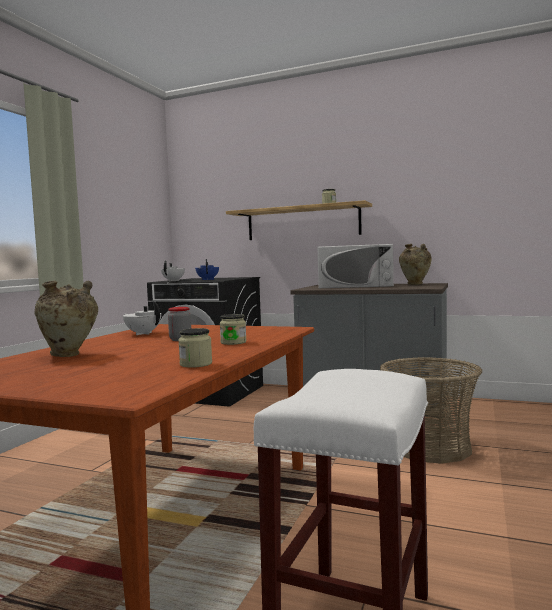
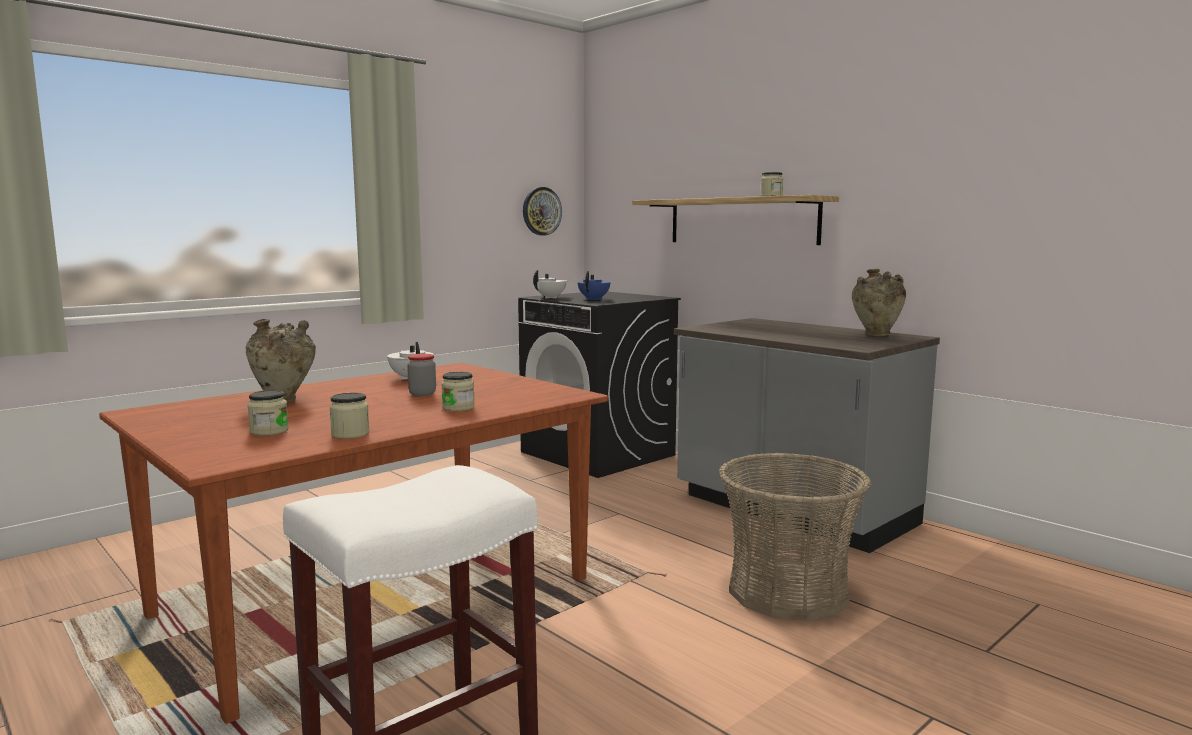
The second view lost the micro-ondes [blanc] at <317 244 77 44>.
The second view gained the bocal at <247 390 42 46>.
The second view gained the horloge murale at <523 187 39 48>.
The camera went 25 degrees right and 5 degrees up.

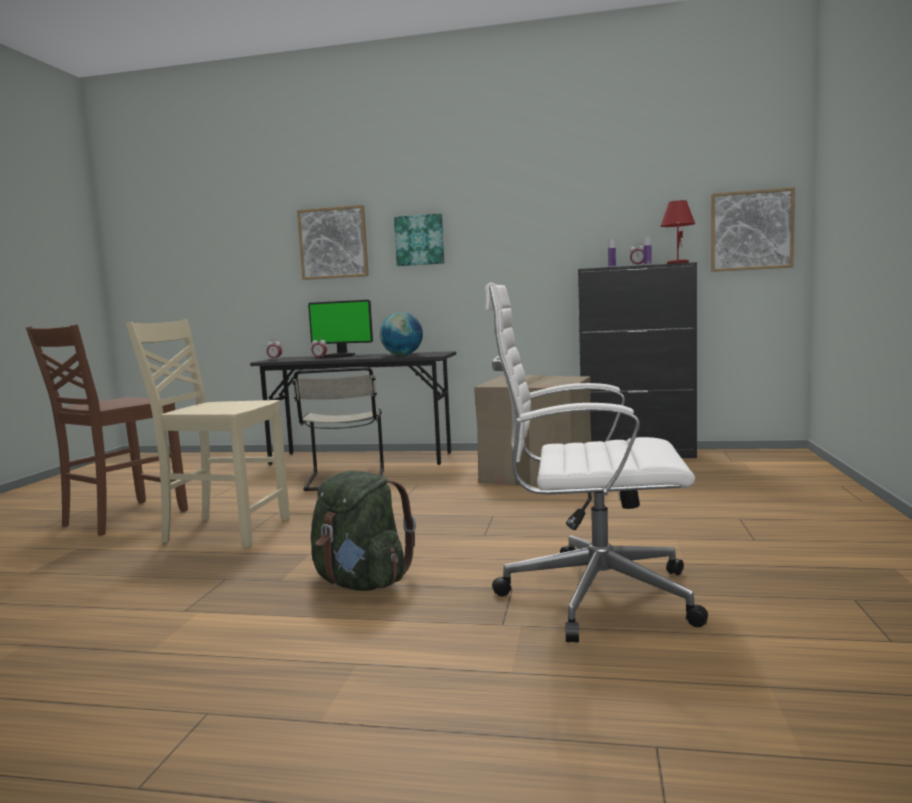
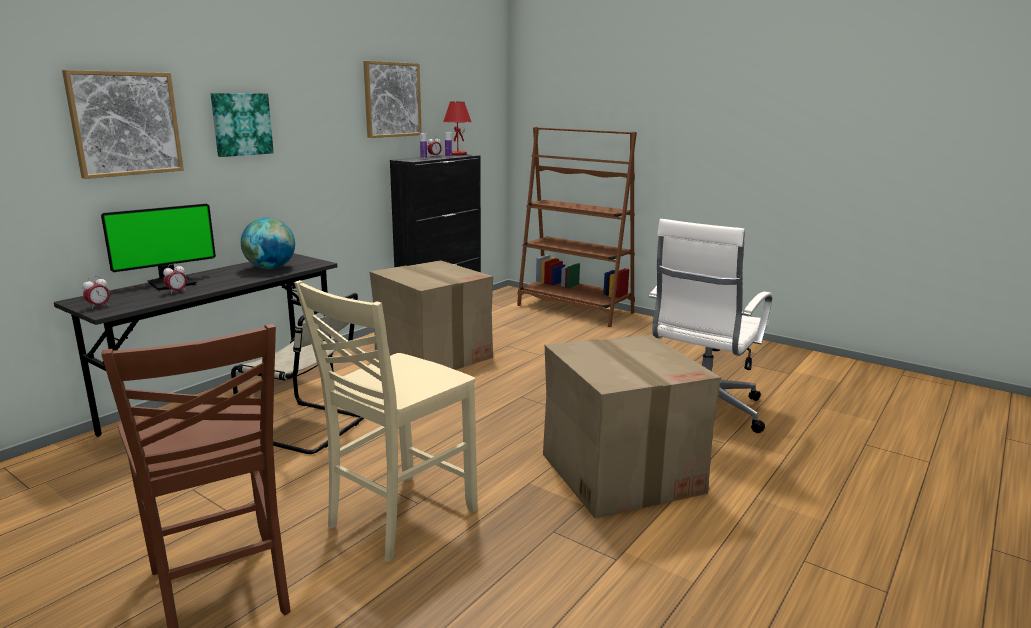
Where the sac à dos [vert] stood at <311 471 105 120>, the carton came to stand at <543 335 178 183>.
The tableau ended up elsewhere, having gone from <711 187 84 85> to <363 61 59 77>.
The second view gained the bibliothèque [marron] at <517 127 120 200>.
The camera went 65 degrees left and 10 degrees up.

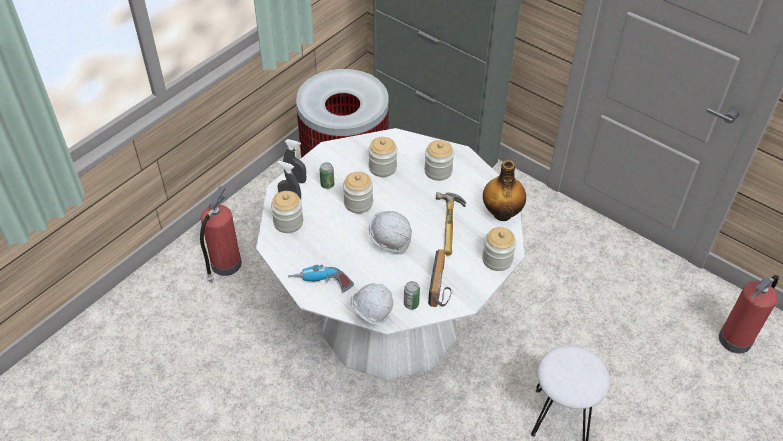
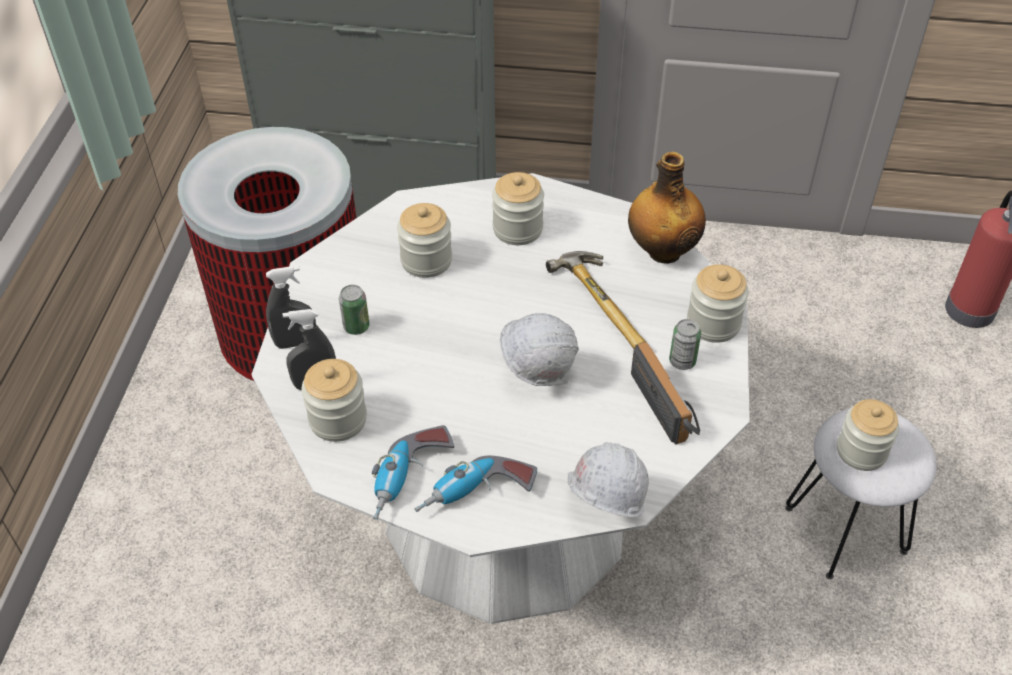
The second view lost the extincteur at <200 186 42 97>.
The bocal ended up elsewhere, having gone from <343 172 30 41> to <837 399 62 72>.
The boîte métallique ended up elsewhere, having gone from <404 281 16 29> to <669 319 32 51>.
The second view gained the perceuse at <372 425 82 95>.
The camera went 30 degrees left and 0 degrees up.

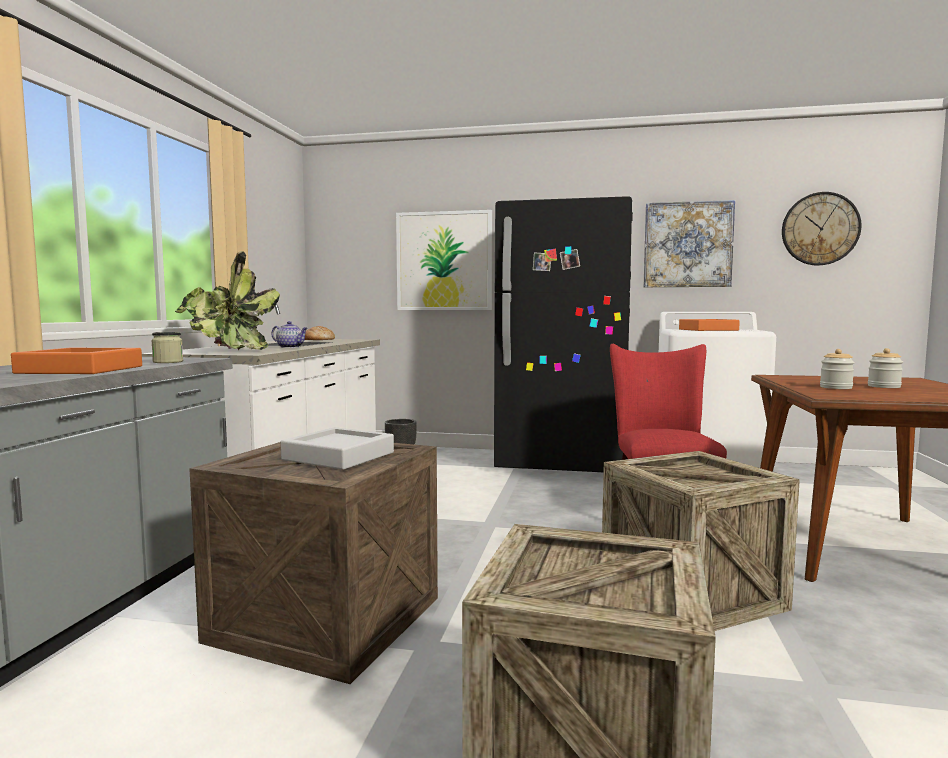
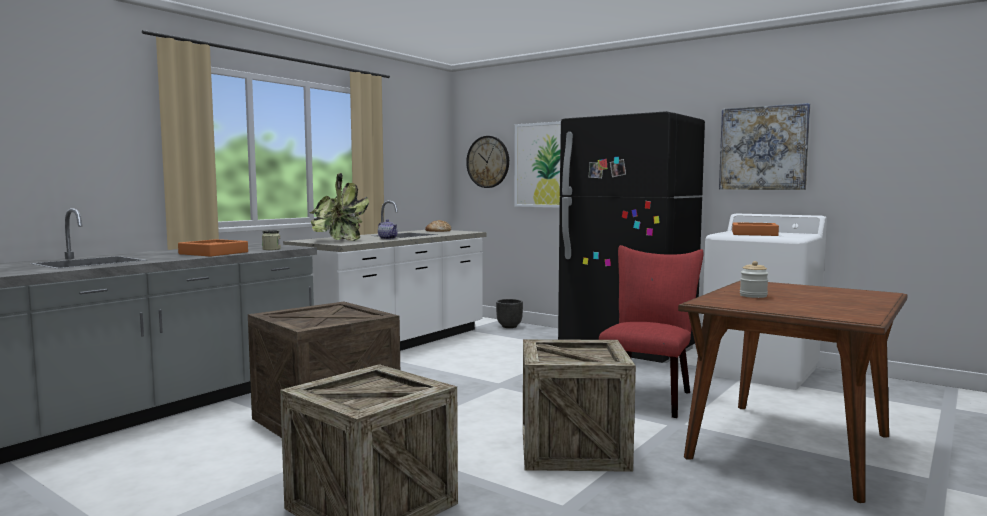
The second view lost the plateau [gris] at <280 427 114 43>.
The horloge murale ended up elsewhere, having gone from <782 192 80 74> to <466 136 43 52>.
The second view lost the bocal at <868 348 35 40>.
The camera went 25 degrees right and 0 degrees up.

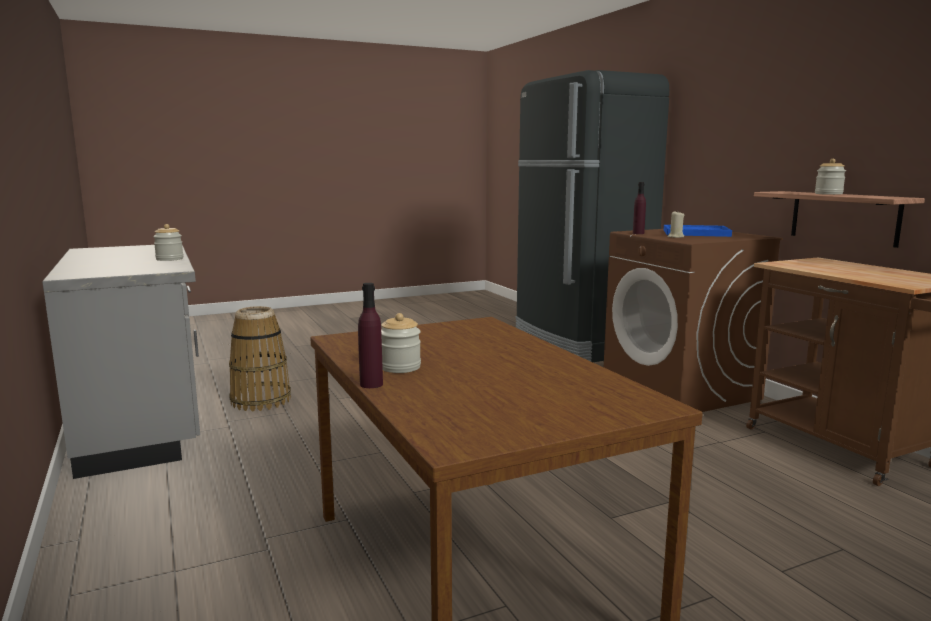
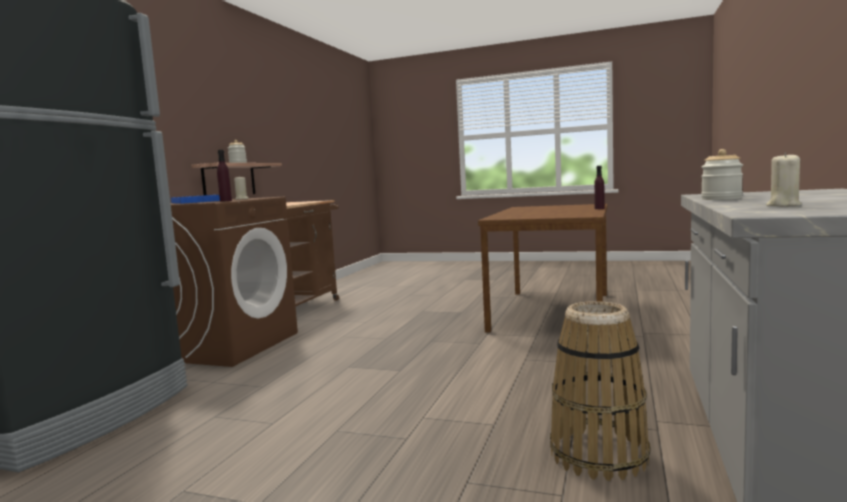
The second view lost the bocal at <381 313 40 60>.
The second view gained the bougie [beige] at <766 152 36 55>.
The camera went 135 degrees left and 5 degrees down.

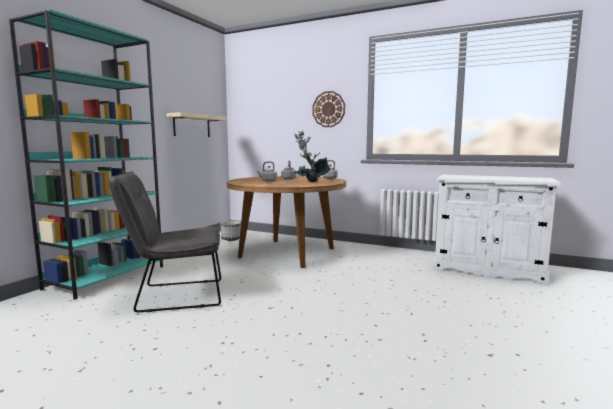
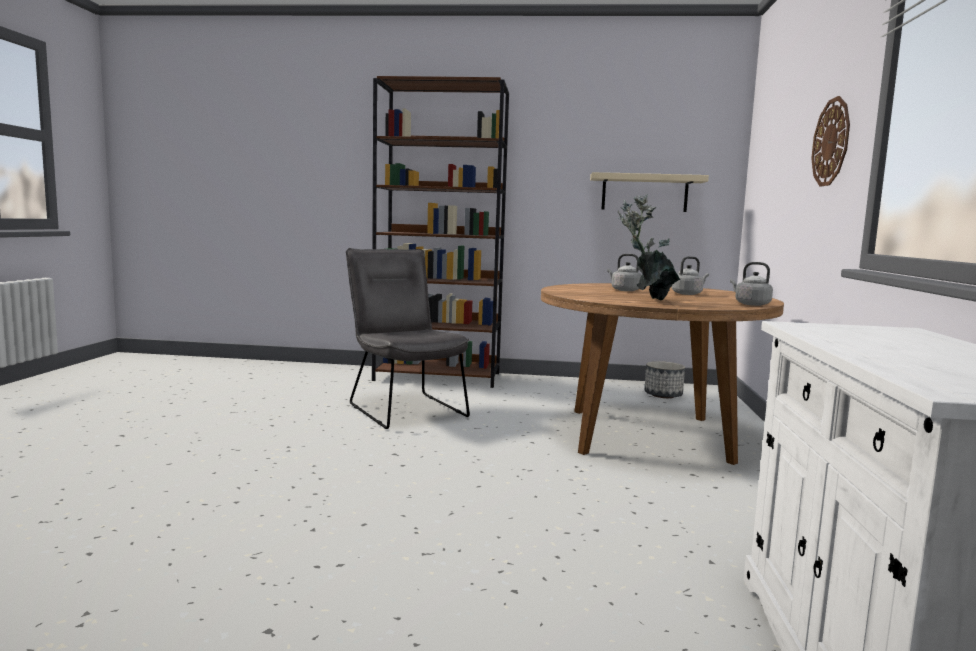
What was the bibliothèque [turquoise] at <9 9 154 291> turned into the bibliothèque [marron] at <372 76 137 312>.
The camera went 70 degrees right and 0 degrees up.

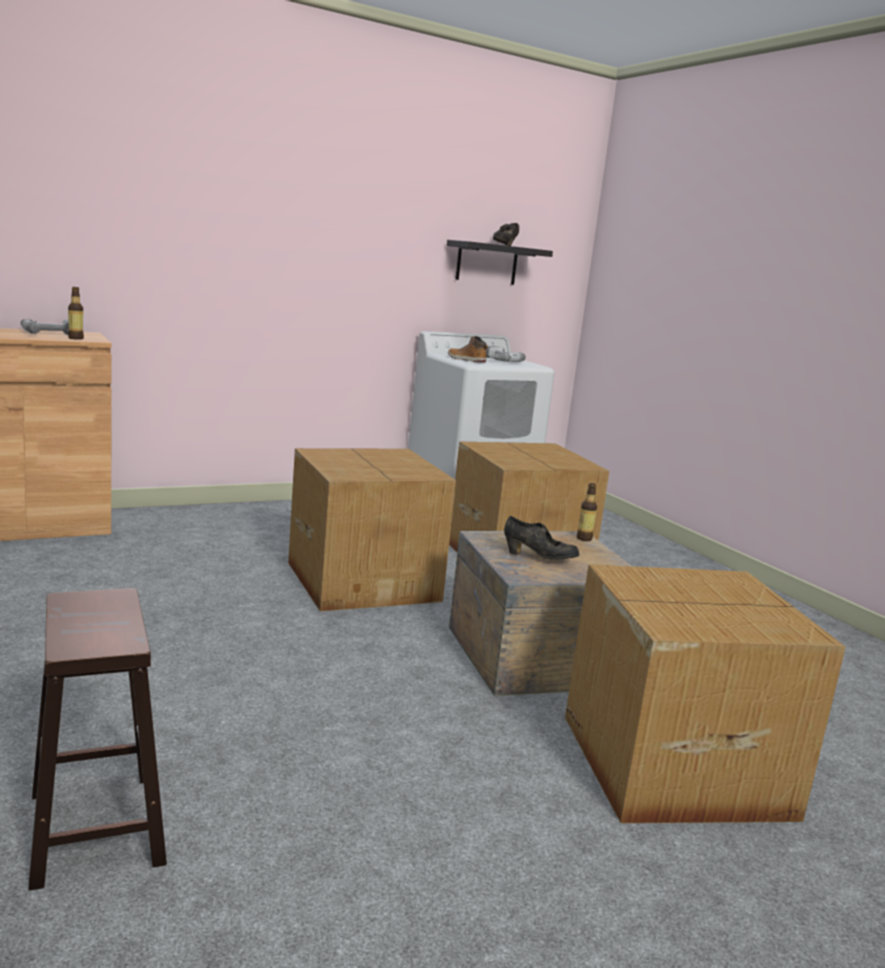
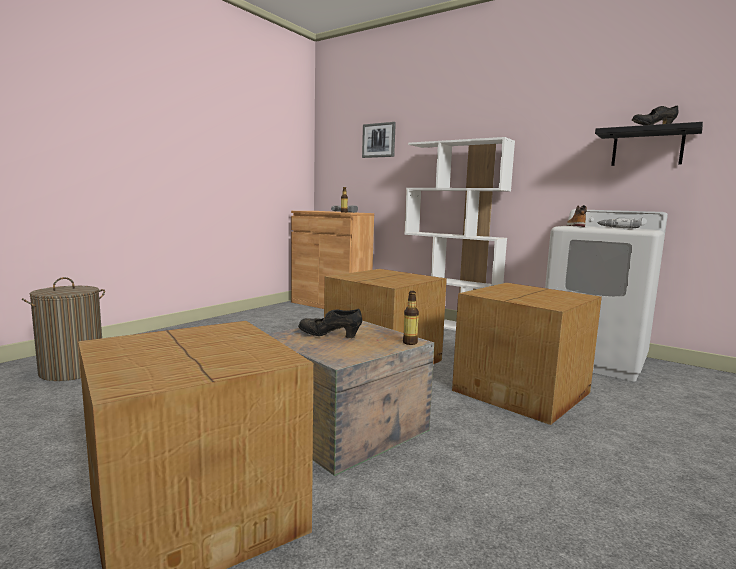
Where the tabouret [marron] stood at <29 588 138 303>, the panier à linge came to stand at <22 277 83 104>.
The chaussure [noir] at <504 516 75 44> ended up facing another way, 105 degrees clockwise from before.
The second view gained the tableau at <362 122 34 36>.
The second view gained the bibliothèque [blanc] at <404 137 111 194>.
The camera went 65 degrees right and 5 degrees down.

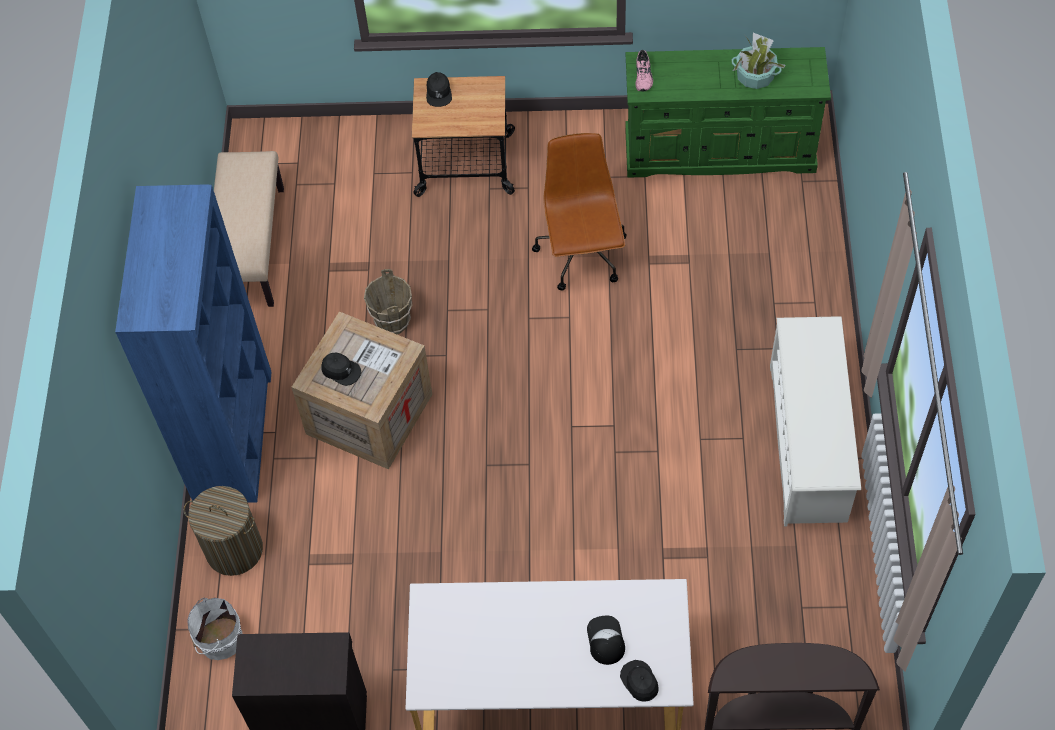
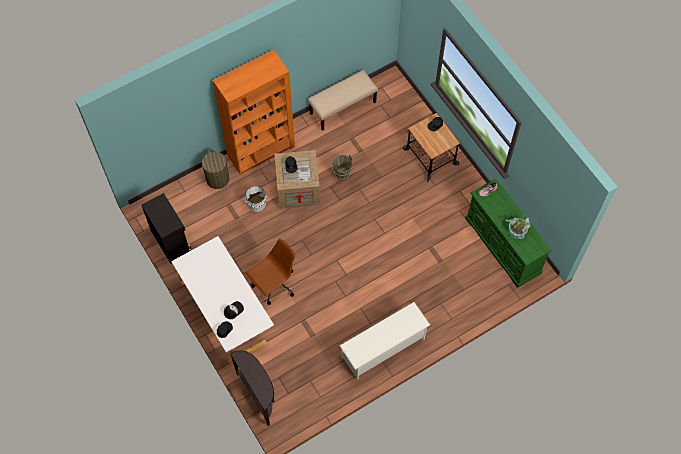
What was the bibliothèque [bleu] at <115 184 156 319> turned into the bibliothèque [orange] at <213 50 82 125>.
The seau [blanc] ended up elsewhere, having gone from <187 598 56 62> to <244 186 22 26>.
The chaise de bureau [marron] ended up elsewhere, having gone from <532 133 95 158> to <245 238 50 67>.
The camera went 55 degrees right and 5 degrees up.

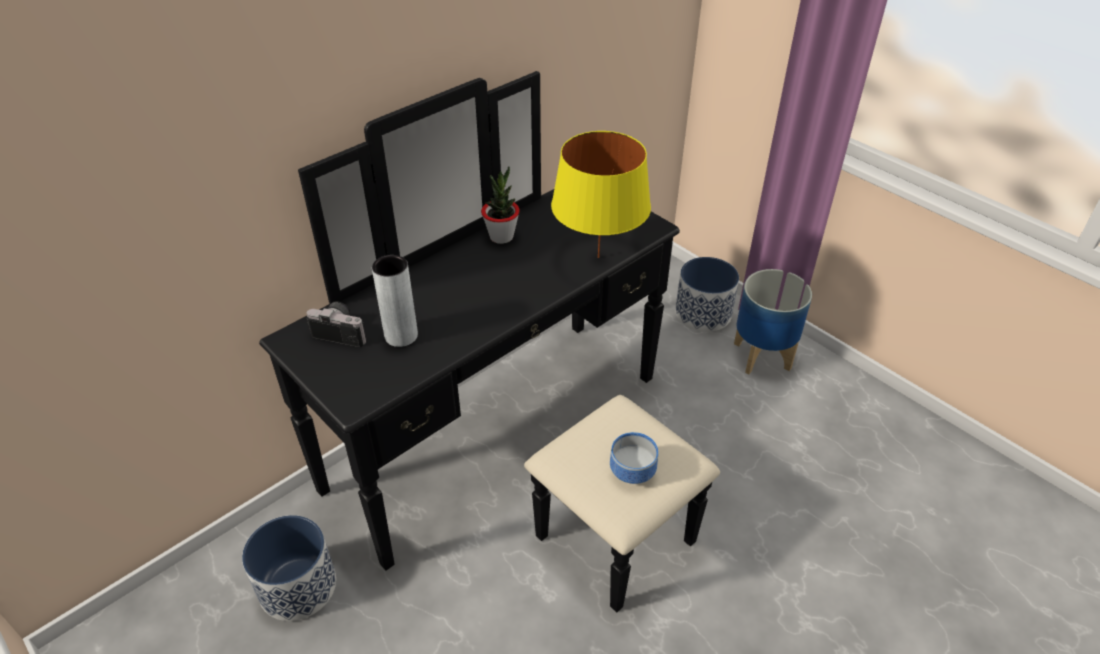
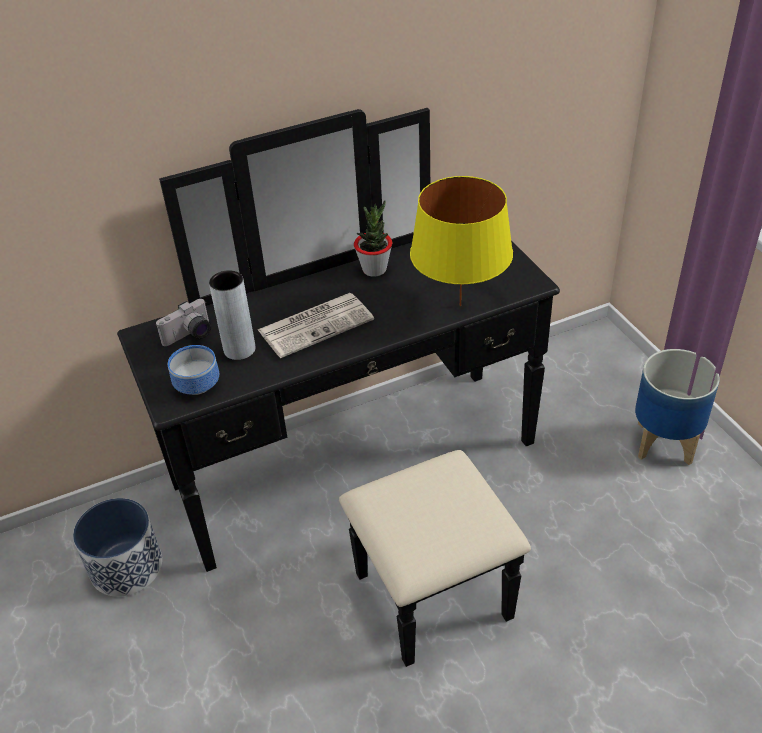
The appareil photo at <307 301 59 46> ended up facing another way, 105 degrees clockwise from before.
The bol ended up elsewhere, having gone from <610 432 48 52> to <168 345 51 50>.
The second view lost the cache-pot at <675 257 64 75>.
The second view gained the journal at <258 293 116 65>.
The camera went 20 degrees right and 0 degrees up.

